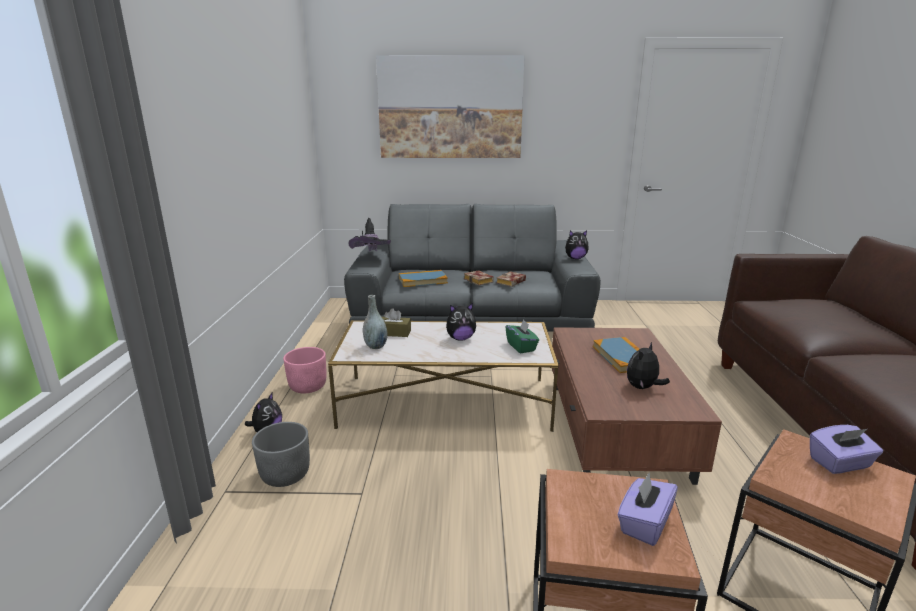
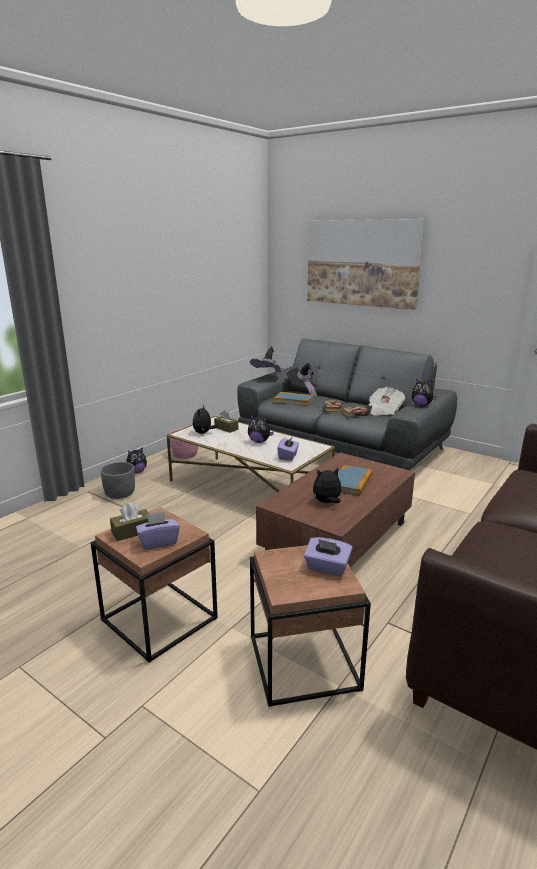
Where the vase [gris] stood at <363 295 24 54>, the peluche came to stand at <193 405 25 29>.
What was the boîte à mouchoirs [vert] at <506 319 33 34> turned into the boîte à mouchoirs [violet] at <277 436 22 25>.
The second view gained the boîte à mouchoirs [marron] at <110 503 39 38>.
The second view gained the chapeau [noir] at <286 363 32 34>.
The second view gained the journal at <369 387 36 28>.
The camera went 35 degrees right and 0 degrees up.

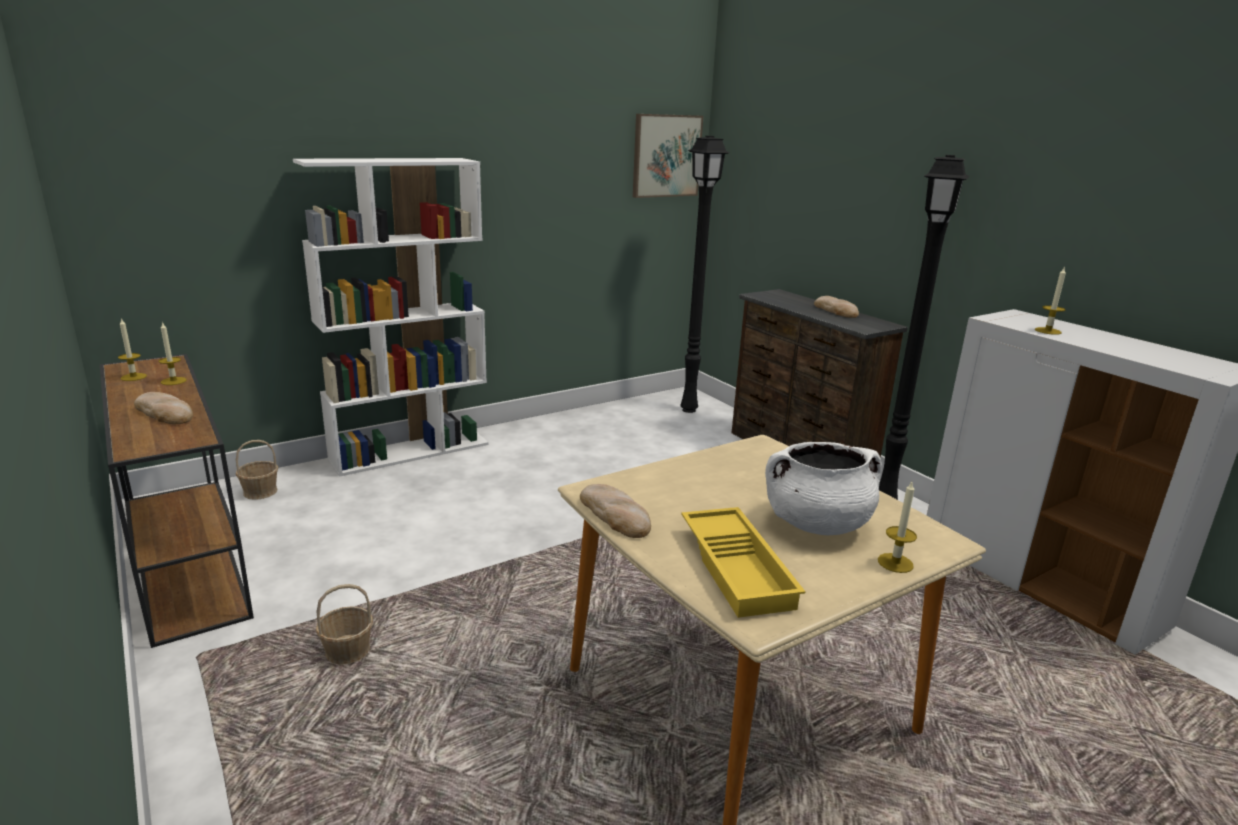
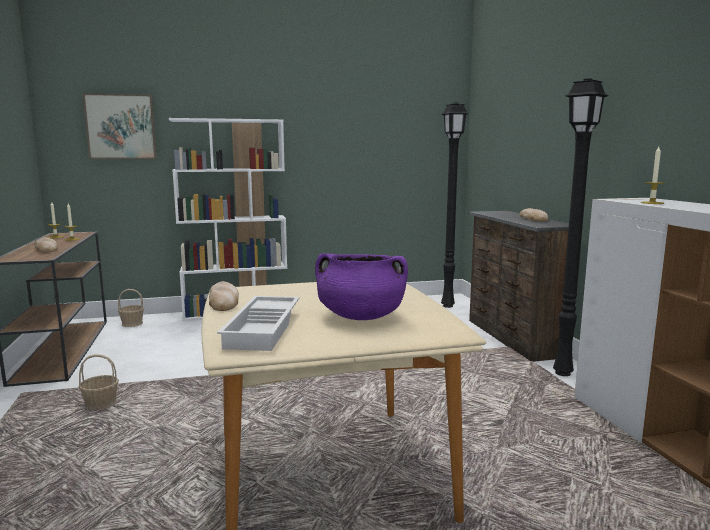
The tableau ended up elsewhere, having gone from <633 114 70 84> to <83 93 74 66>.
What was the plateau [jaune] at <681 507 125 111> turned into the plateau [blanc] at <217 296 83 55>.
What was the marmite [blanc] at <765 442 117 93> turned into the marmite [violet] at <315 253 93 67>.
The second view lost the bougie at <878 482 39 91>.
The camera went 20 degrees right and 10 degrees down.

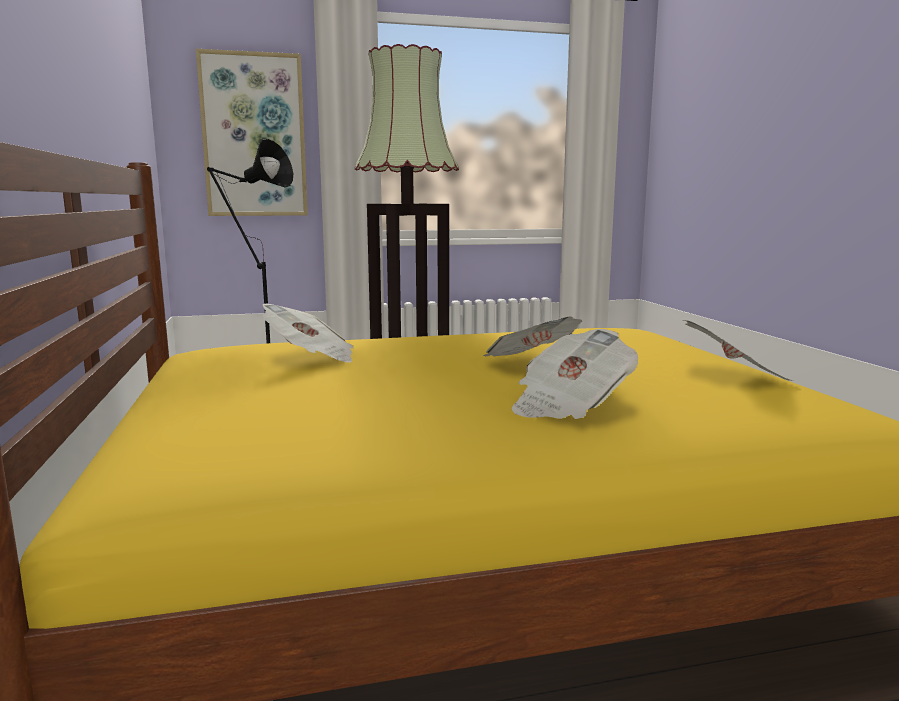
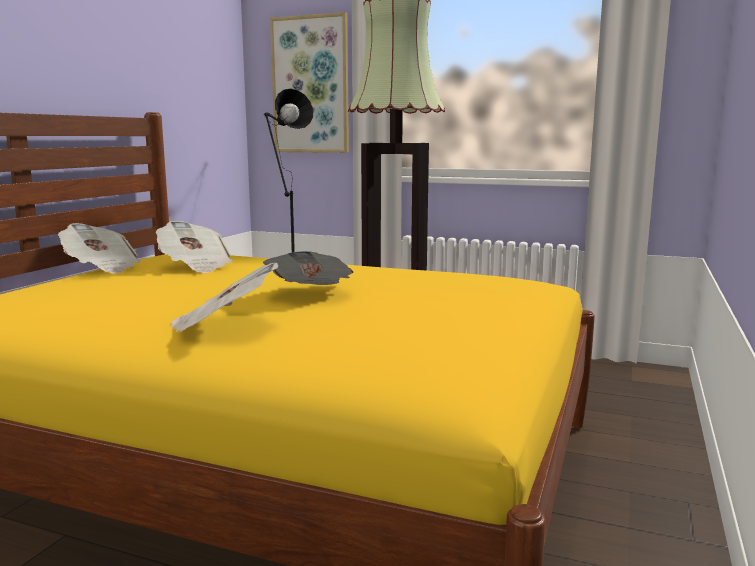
The journal ended up elsewhere, having gone from <684 320 109 61> to <58 223 83 51>.
The camera went 35 degrees right and 0 degrees up.

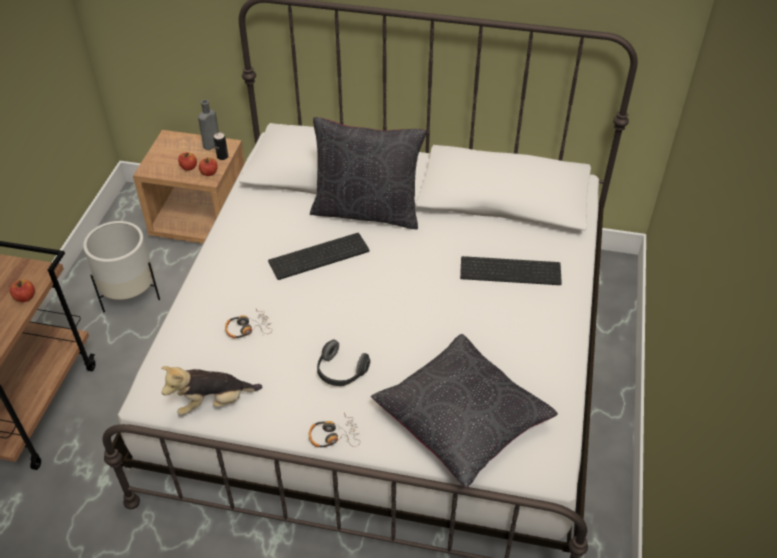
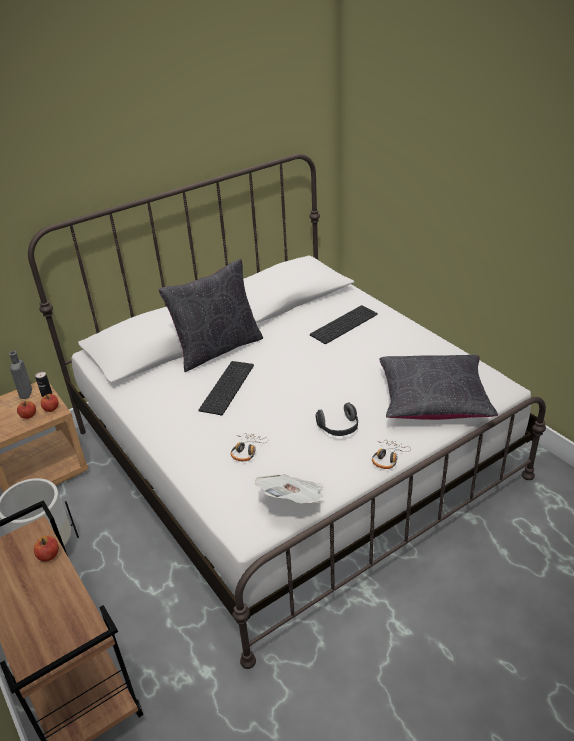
Where the peluche stood at <161 366 101 49>, the journal came to stand at <255 474 68 29>.
The camera went 45 degrees left and 10 degrees down.

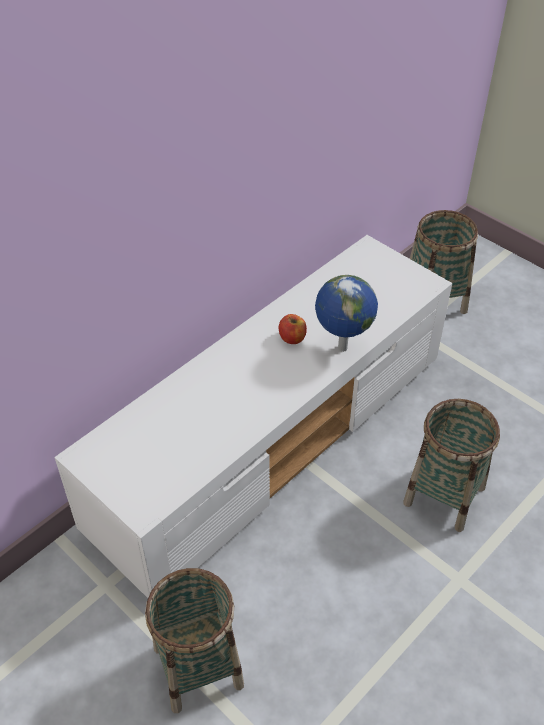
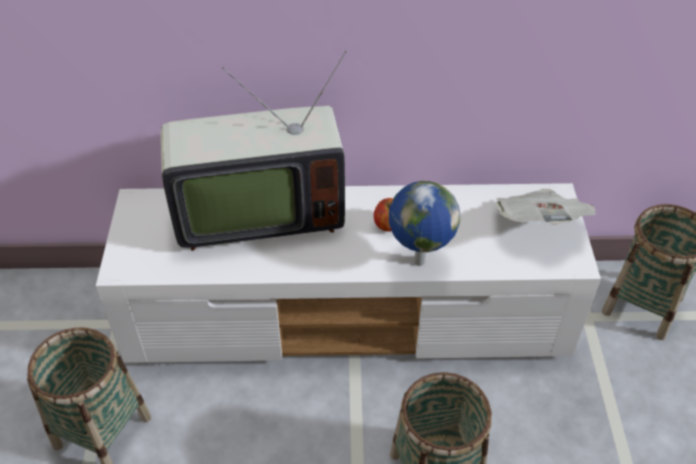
The second view gained the téléviseur at <161 50 186 201>.
The second view gained the journal at <496 189 100 36>.
The camera went 45 degrees right and 0 degrees up.

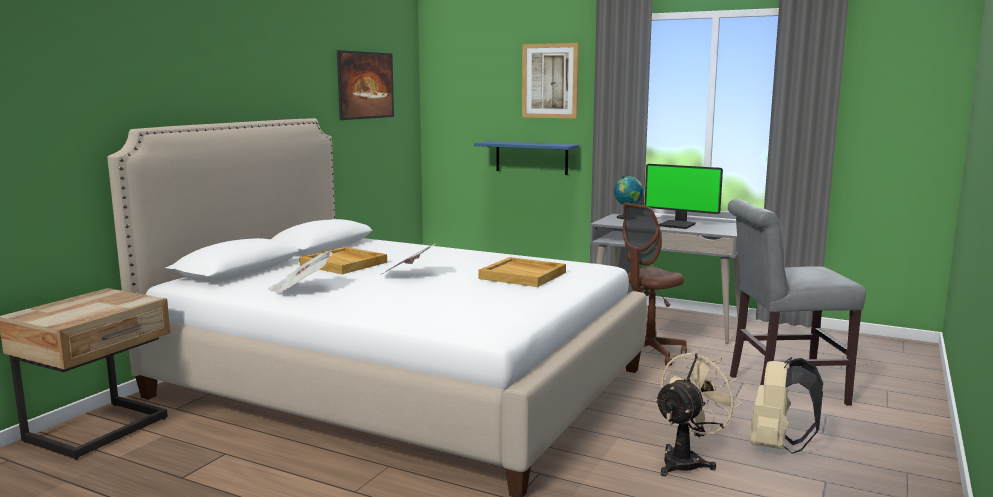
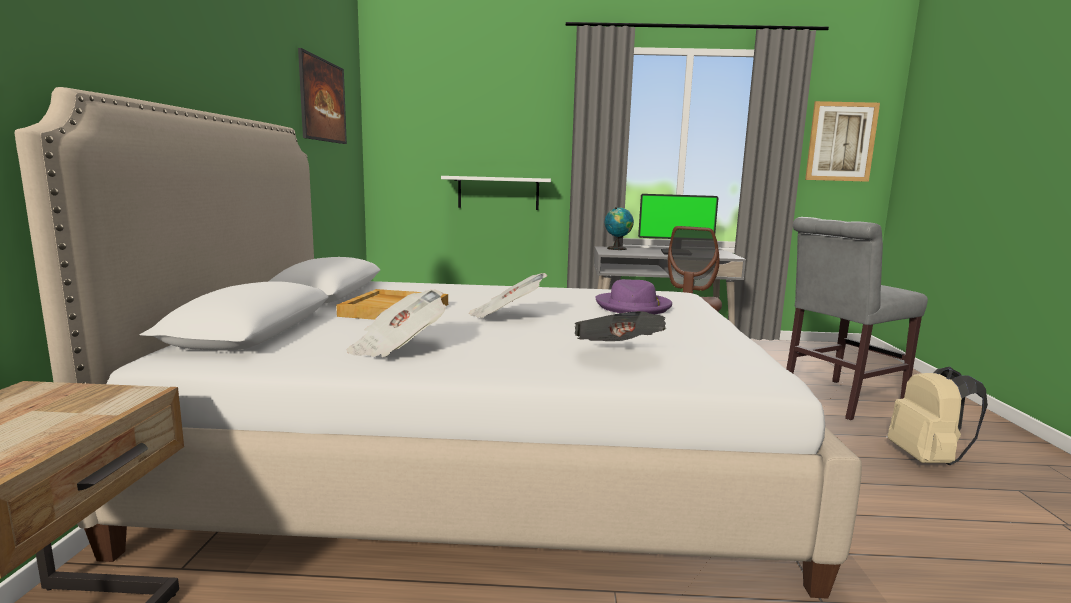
What was the étagère [bleu] at <474 141 105 34> turned into the étagère [blanc] at <441 176 110 34>.
Where the plateau [beige] stood at <478 257 88 30>, the chapeau [violet] came to stand at <595 279 77 35>.
The tableau ended up elsewhere, having gone from <522 43 57 76> to <805 101 75 81>.
The second view lost the ventilateur [beige] at <654 350 88 126>.
The second view gained the journal at <575 311 91 30>.
The camera went 25 degrees left and 0 degrees up.

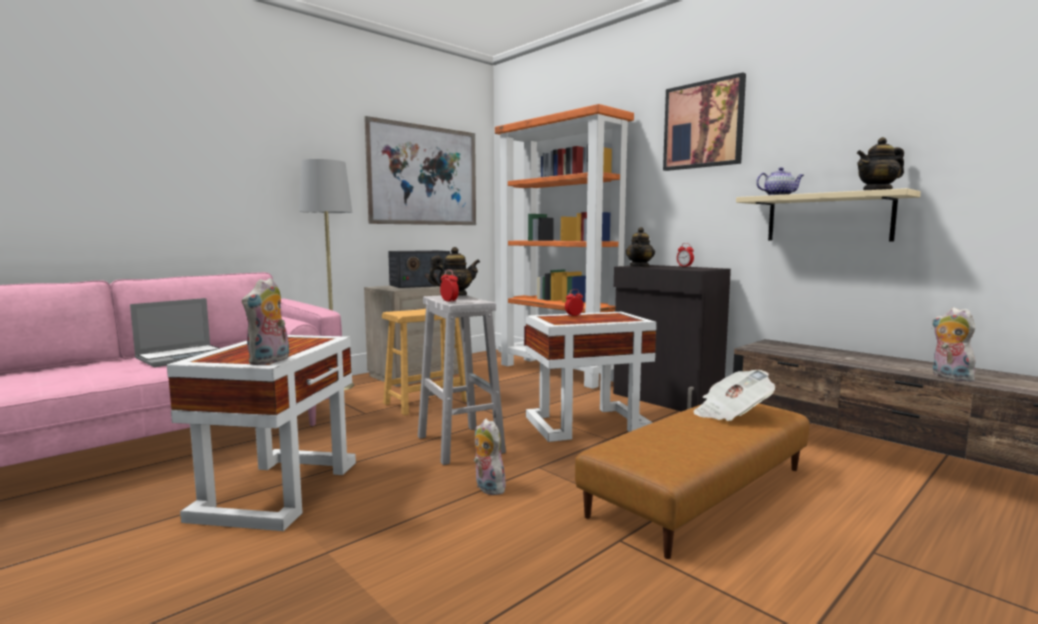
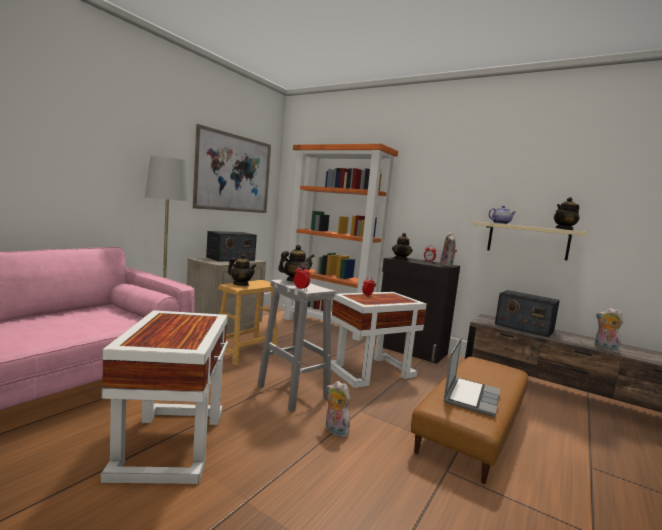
The ordinateur portable ended up elsewhere, having gone from <130 298 90 69> to <443 337 57 80>.
The peluche ended up elsewhere, having gone from <242 278 47 87> to <440 232 18 35>.
The second view lost the tableau at <663 72 83 99>.
The second view lost the journal at <693 370 82 51>.
The second view gained the théière at <228 254 28 32>.
The second view gained the radio at <495 290 65 47>.
The camera went 15 degrees left and 0 degrees up.

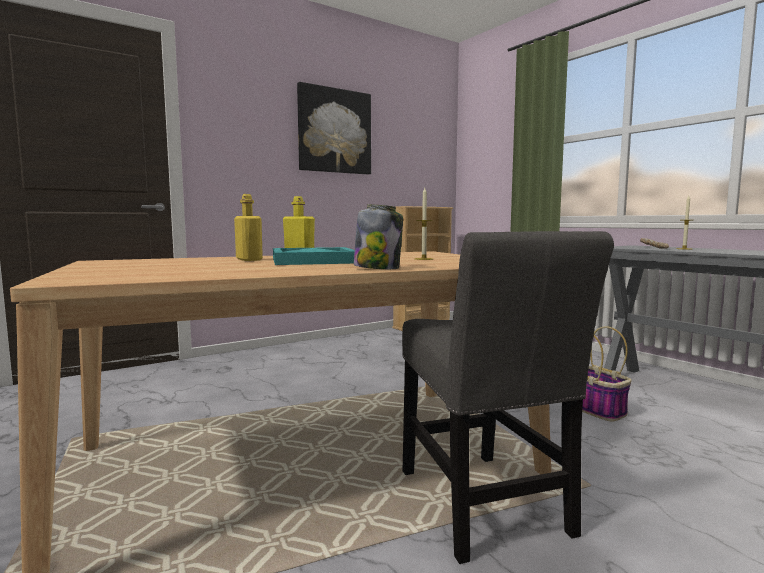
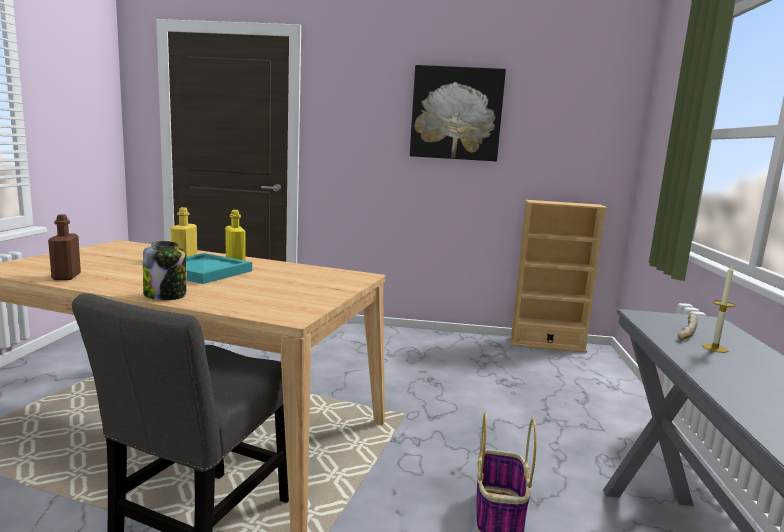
The second view lost the bougie at <415 188 18 72>.
The second view gained the bouteille [marron] at <48 214 33 66>.
The camera went 40 degrees right and 5 degrees up.

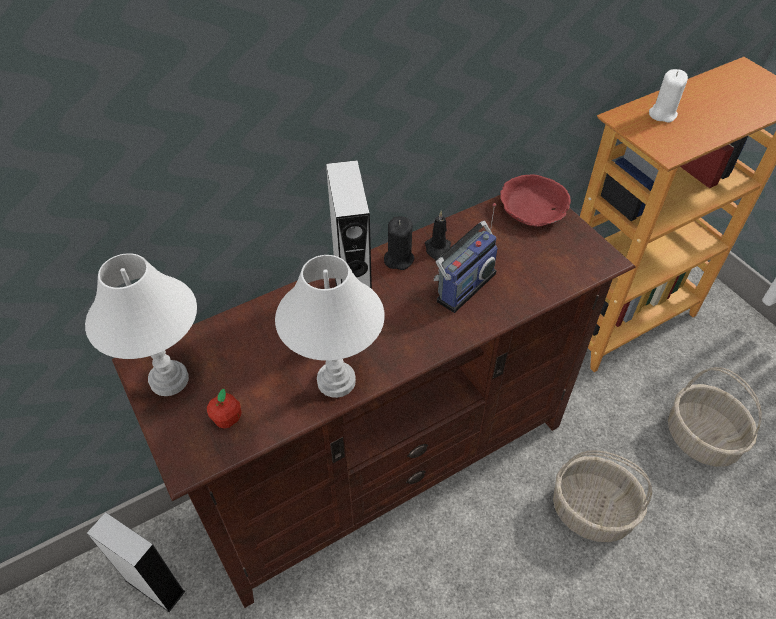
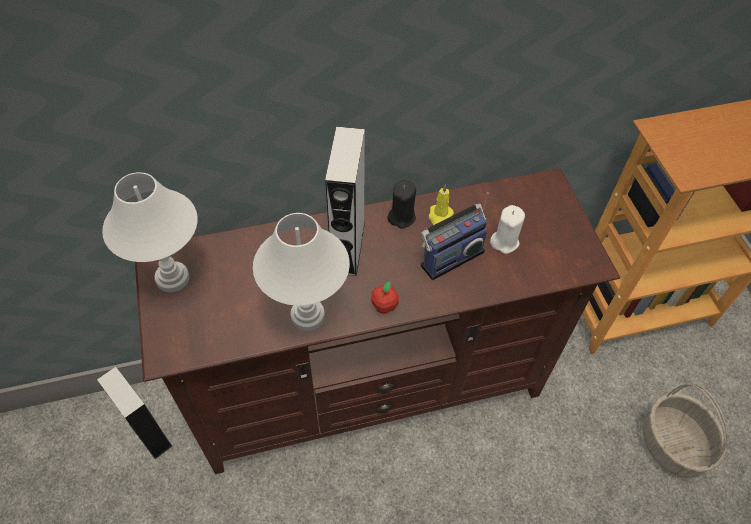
The pomme ended up elsewhere, having gone from <207 389 35 40> to <371 281 28 33>.
What was the bougie [noir] at <425 211 26 50> turned into the bougie [jaune] at <429 184 25 41>.
The second view lost the bol [rouge] at <500 174 71 53>.
The second view lost the panier at <553 450 99 92>.
The bougie [blanc] ended up elsewhere, having gone from <649 69 39 53> to <490 205 35 49>.
The camera went 15 degrees right and 5 degrees up.

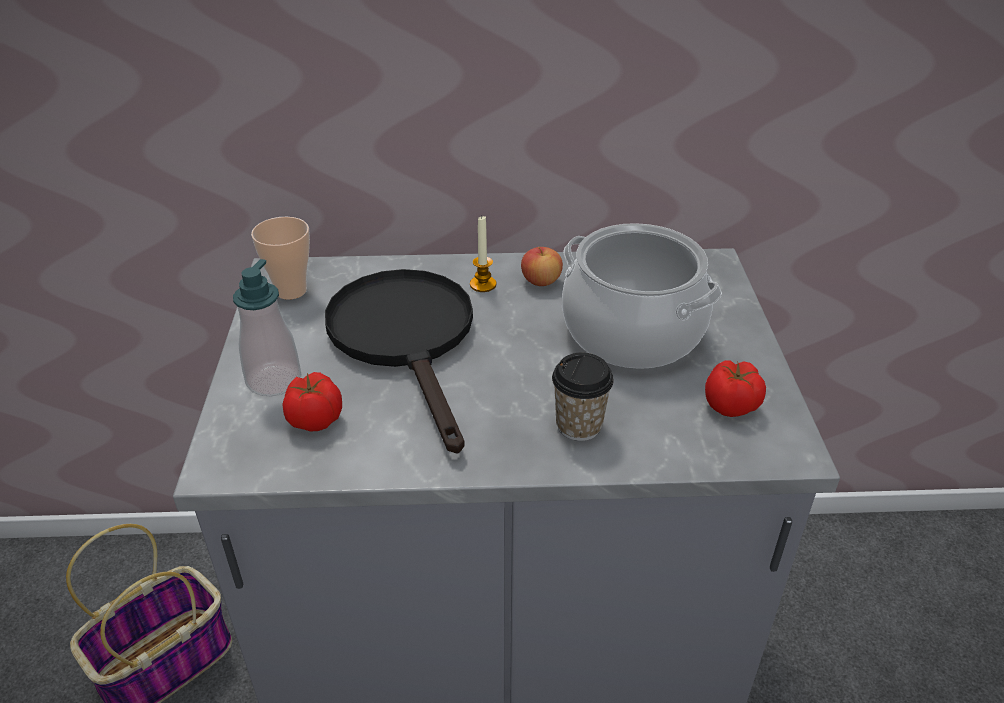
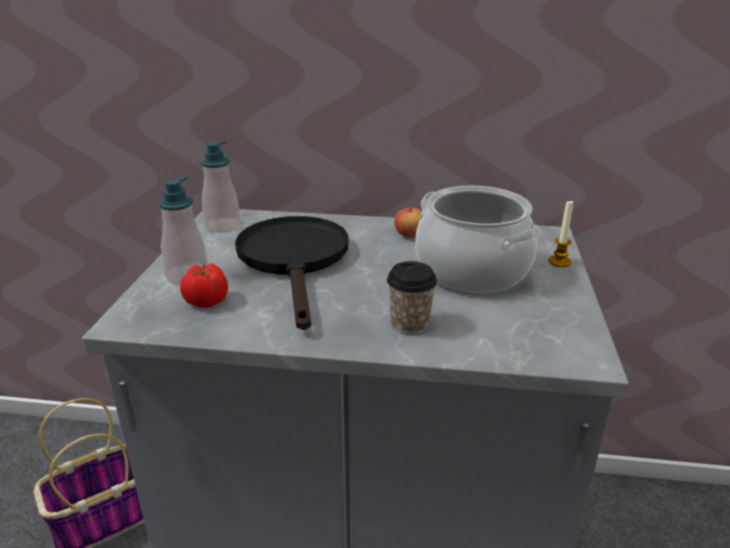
Where the tasse stood at <251 217 59 83>, the distributeur de savon came to stand at <201 140 40 93>.
The bougie ended up elsewhere, having gone from <470 216 26 76> to <548 201 25 66>.
The second view lost the tomate at <705 360 61 57>.
The camera went 10 degrees right and 10 degrees down.

